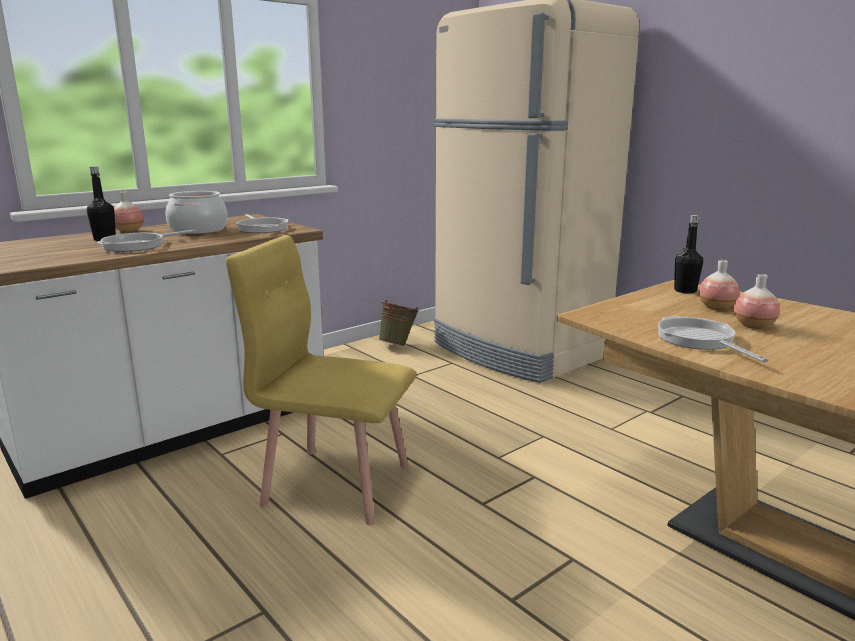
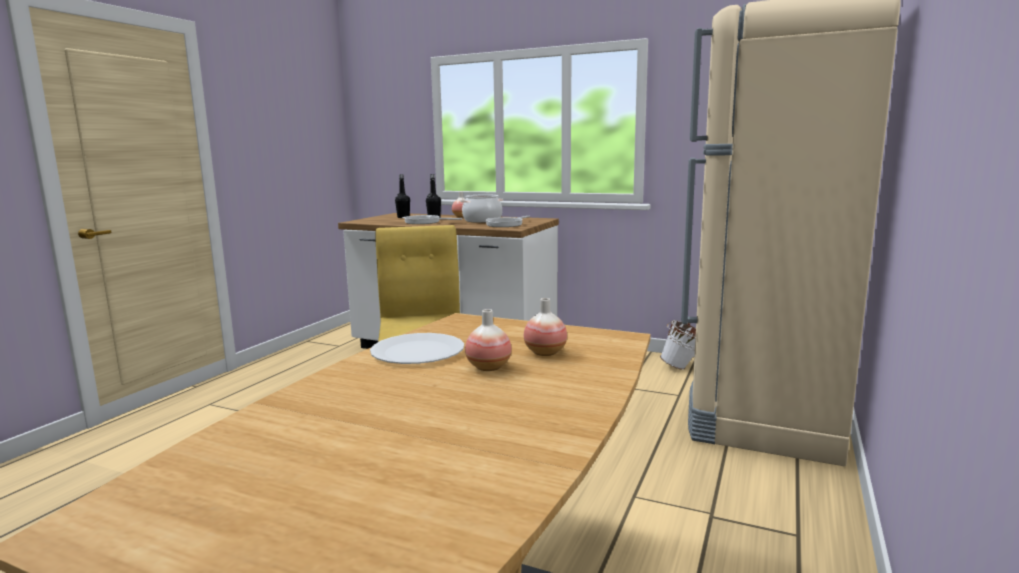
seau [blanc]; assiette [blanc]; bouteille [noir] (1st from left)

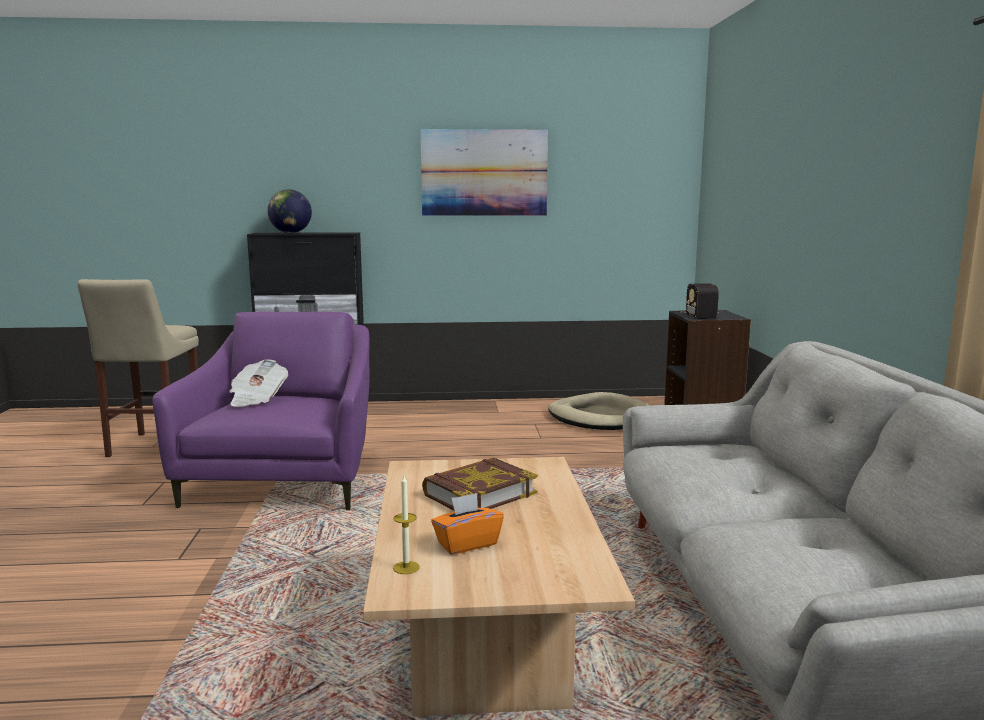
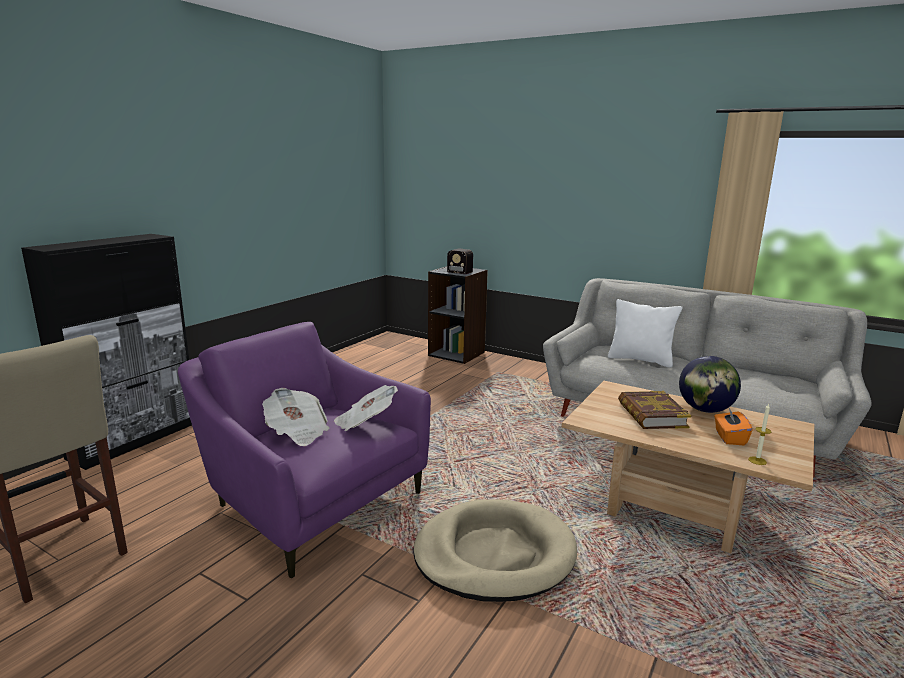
globe; tableau; panier pour chien [beige]; journal (2nd from left); coussin [blanc]

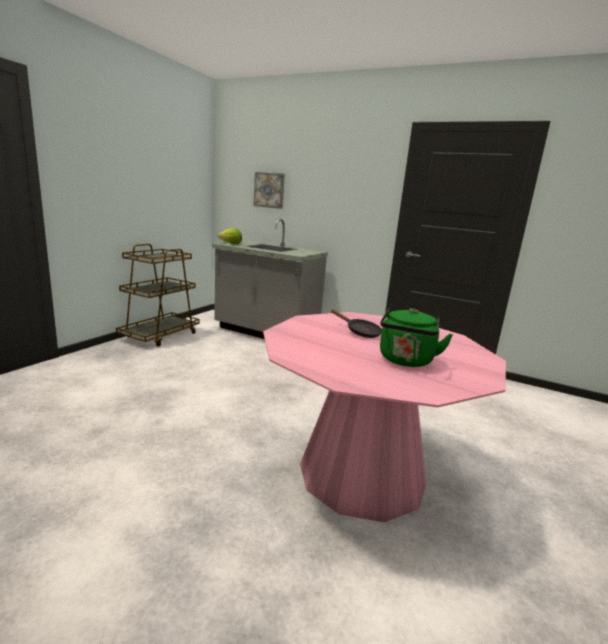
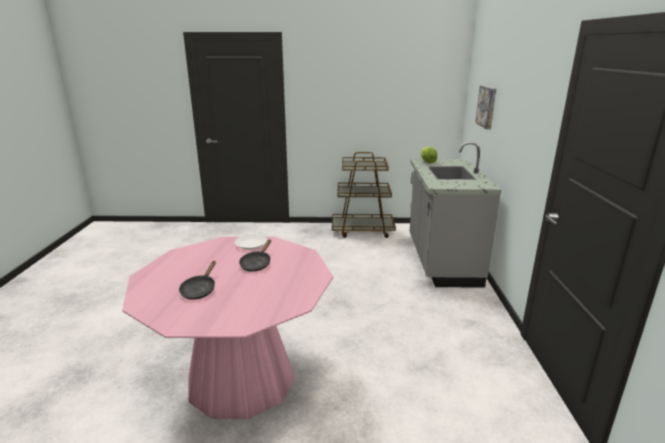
poêle [noir] (1st from left); assiette [blanc]

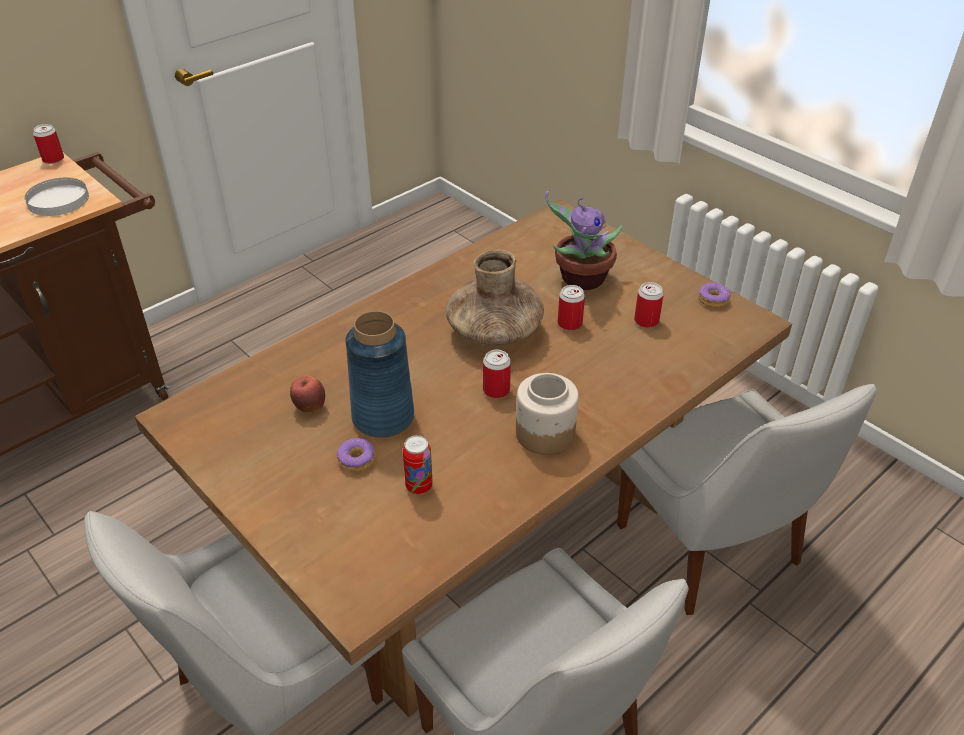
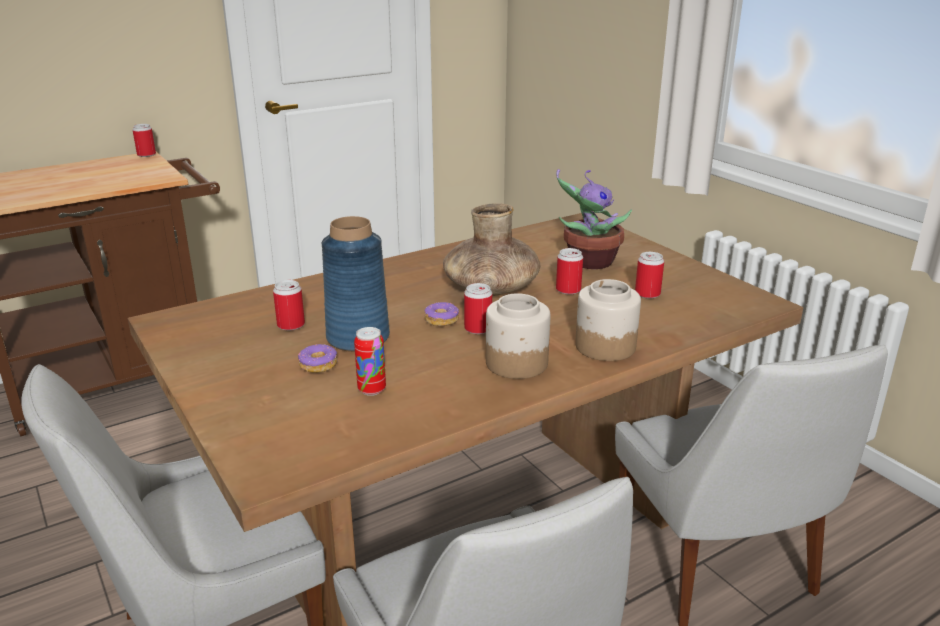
assiette [blanc]; boîte métallique (2nd from left); beignet (2nd from left); bocal (2nd from left)

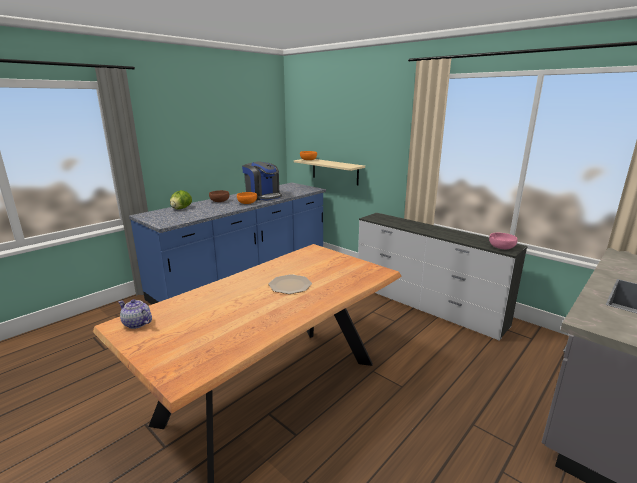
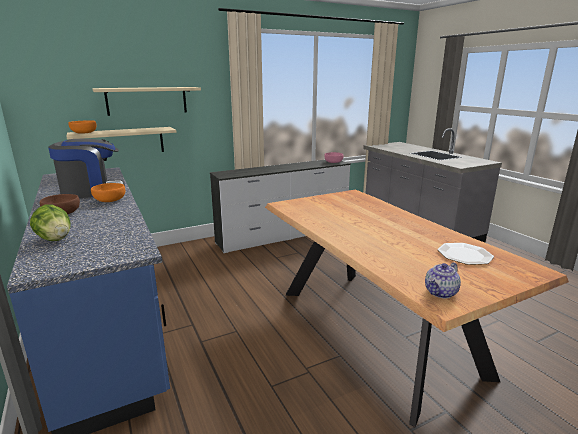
assiette; étagère [beige] (2nd from left)

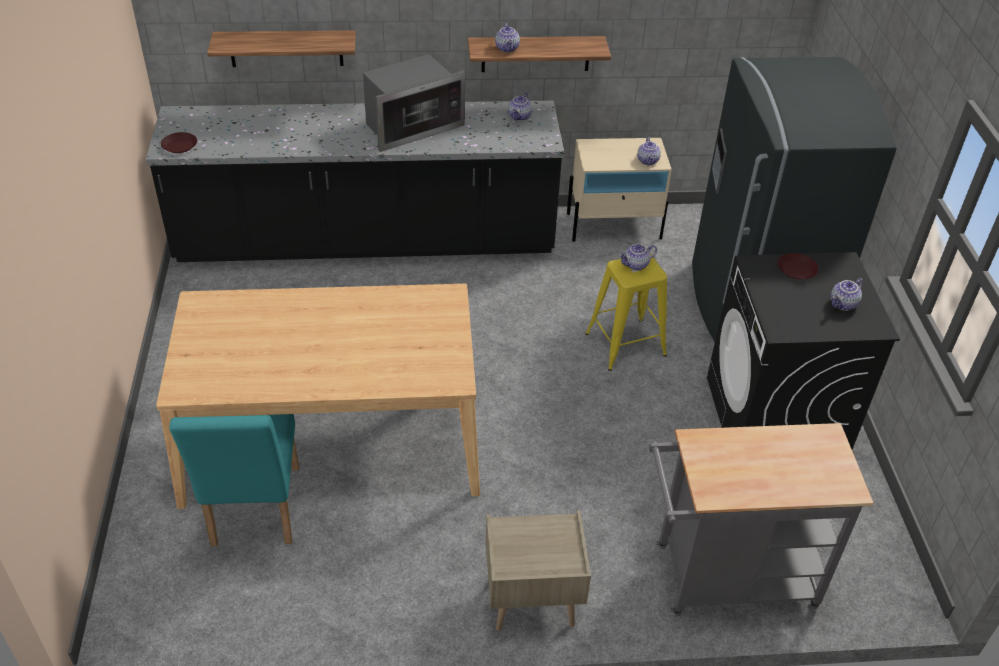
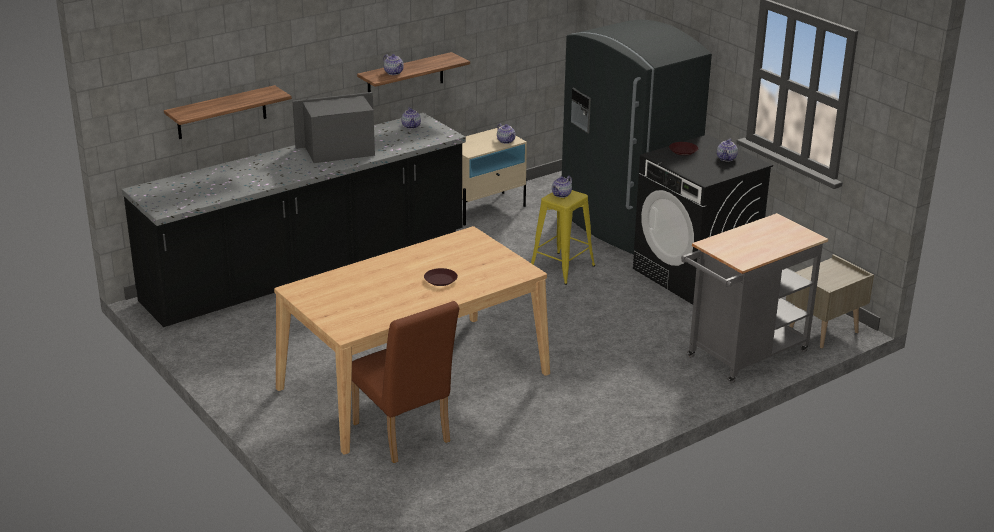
assiette [marron] (1st from left); chaise [marron]; micro-ondes; table de chevet [beige] (2nd from left)

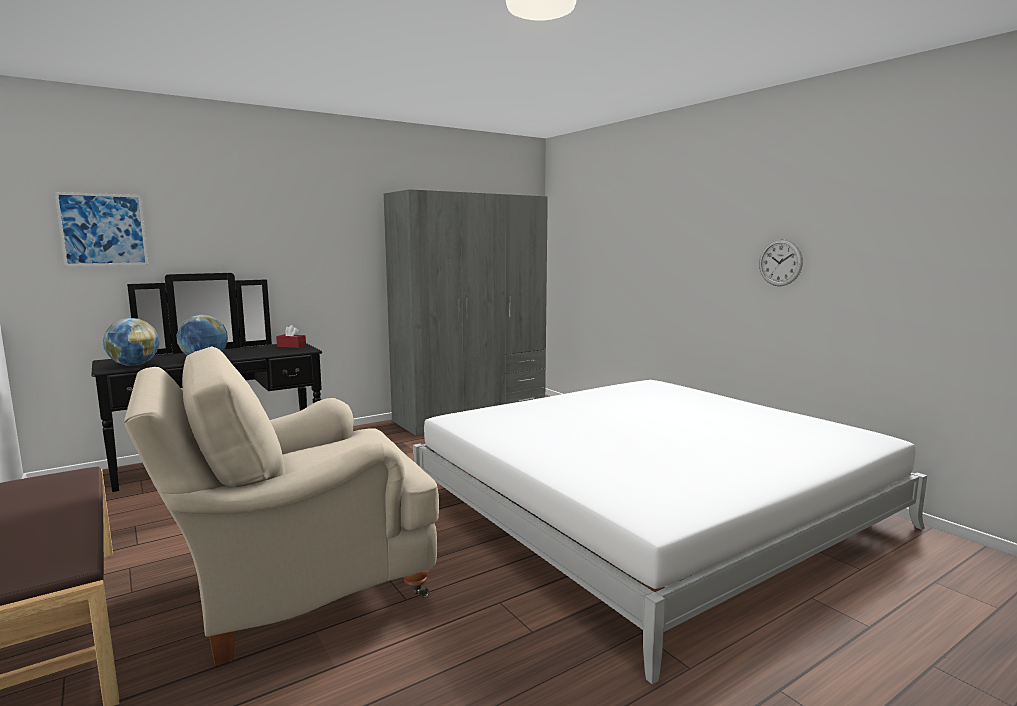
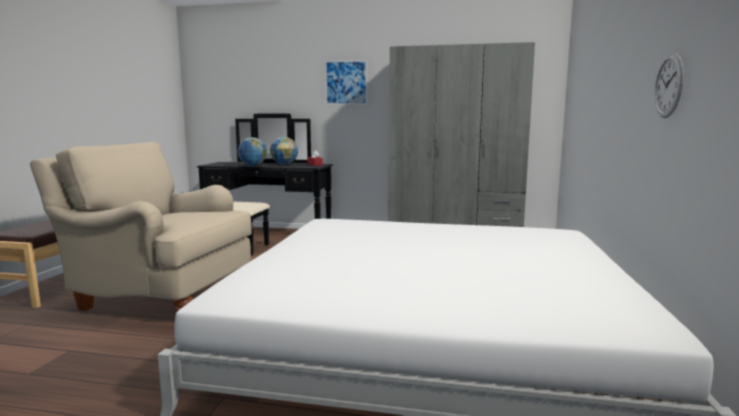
tableau; globe (2nd from left)

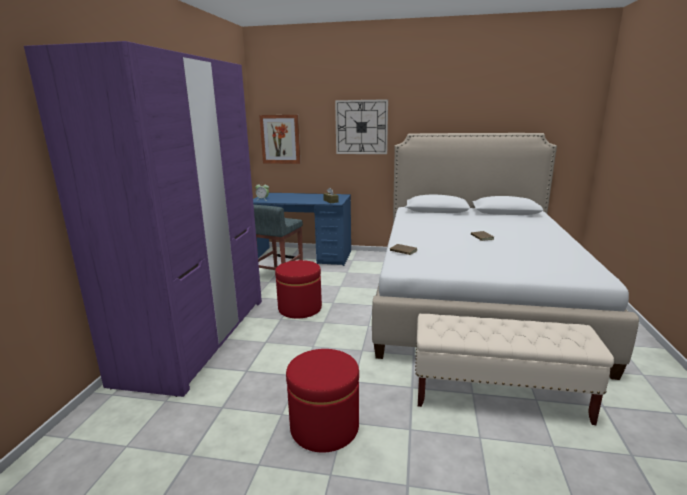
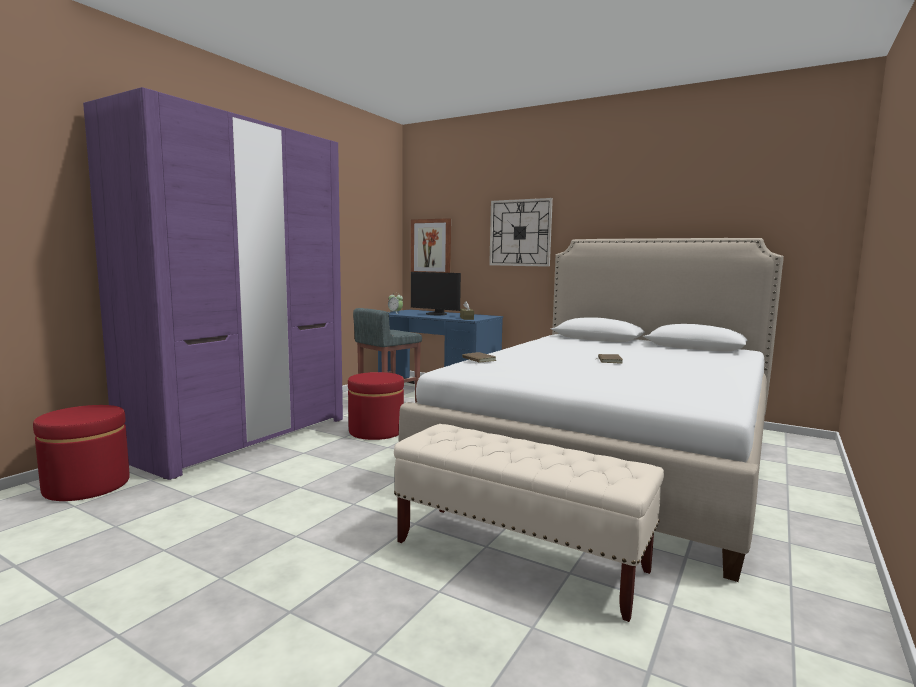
pouf [rouge] (1st from left); écran d'ordinateur

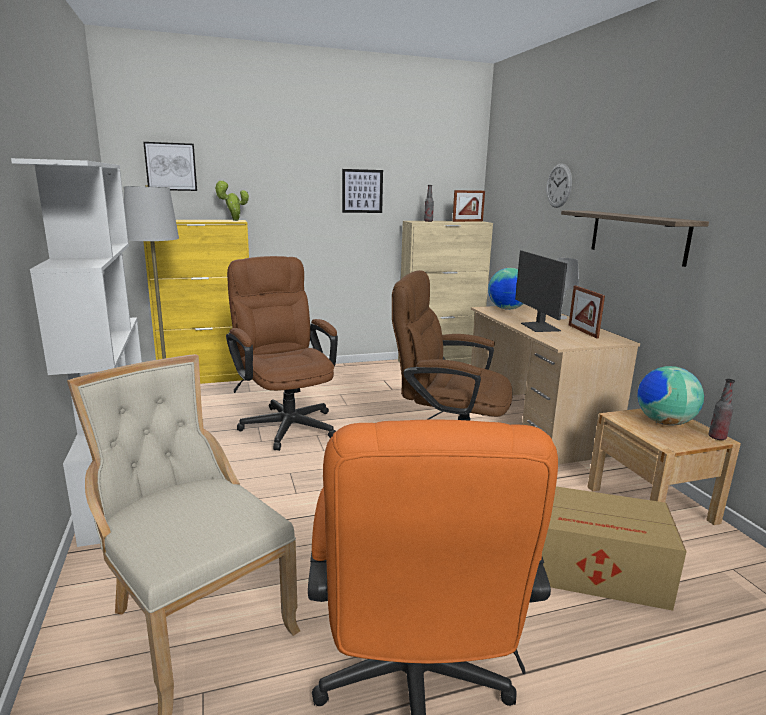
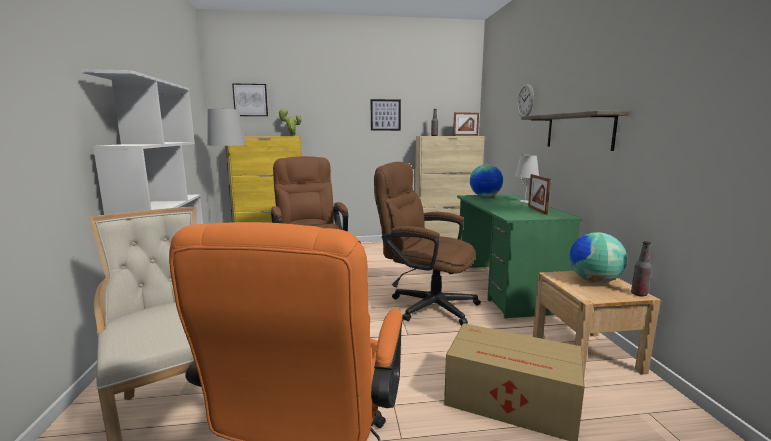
bureau [vert]; écran d'ordinateur

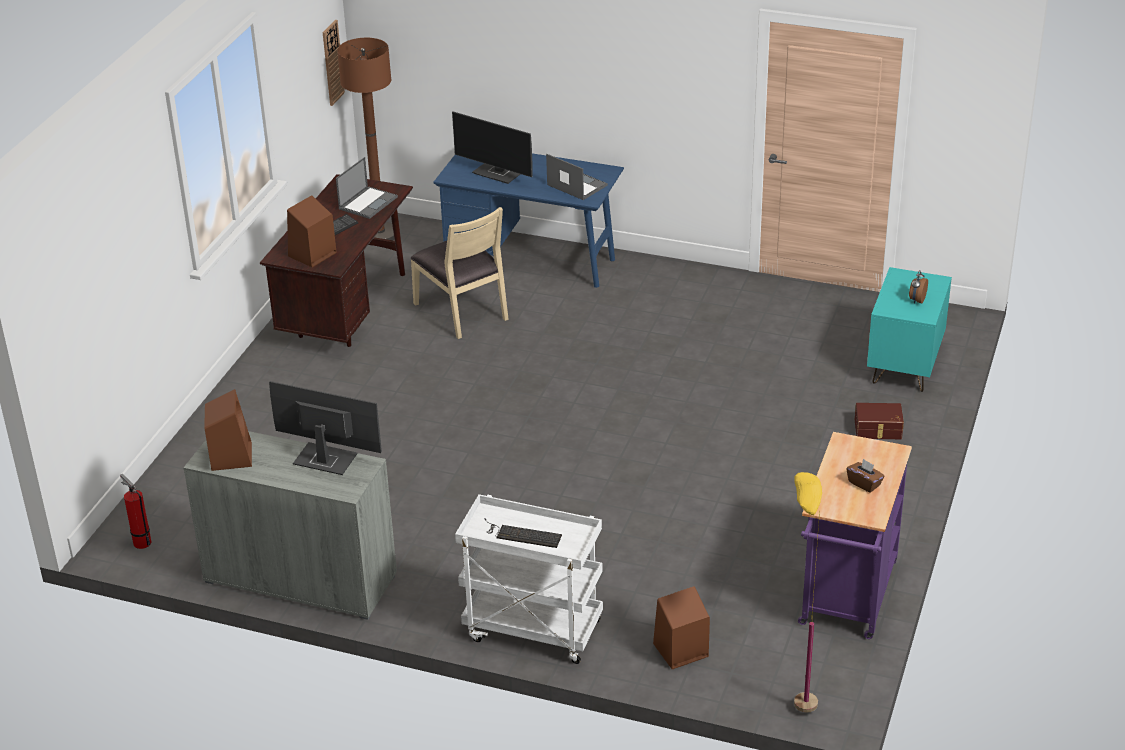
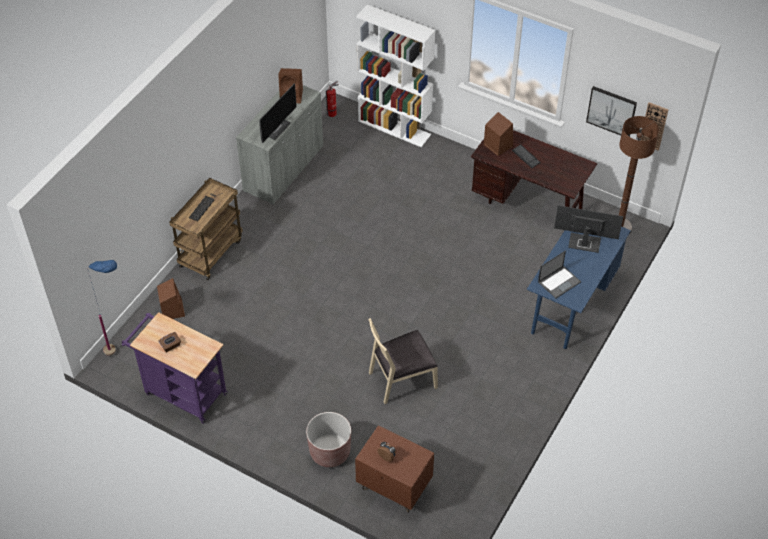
ordinateur portable (1st from left in the first image); chaise [beige]; écran d'ordinateur (2nd from left); chariot [marron]; lampadaire [bleu]; cache-pot [marron]; table de chevet [marron]; bibliothèque [blanc]; tableau

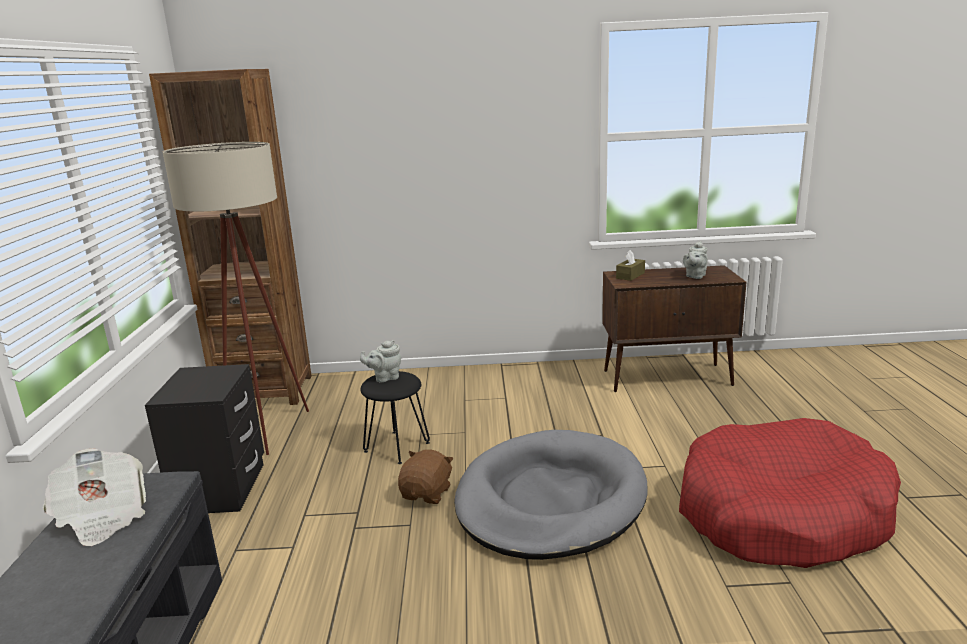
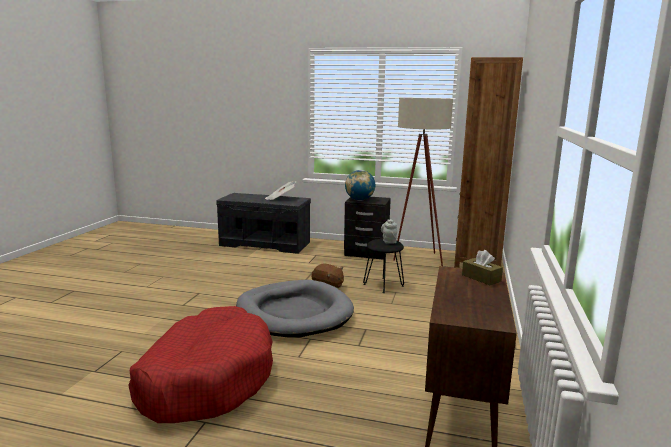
théière [gris] (2nd from left in the first image); globe

